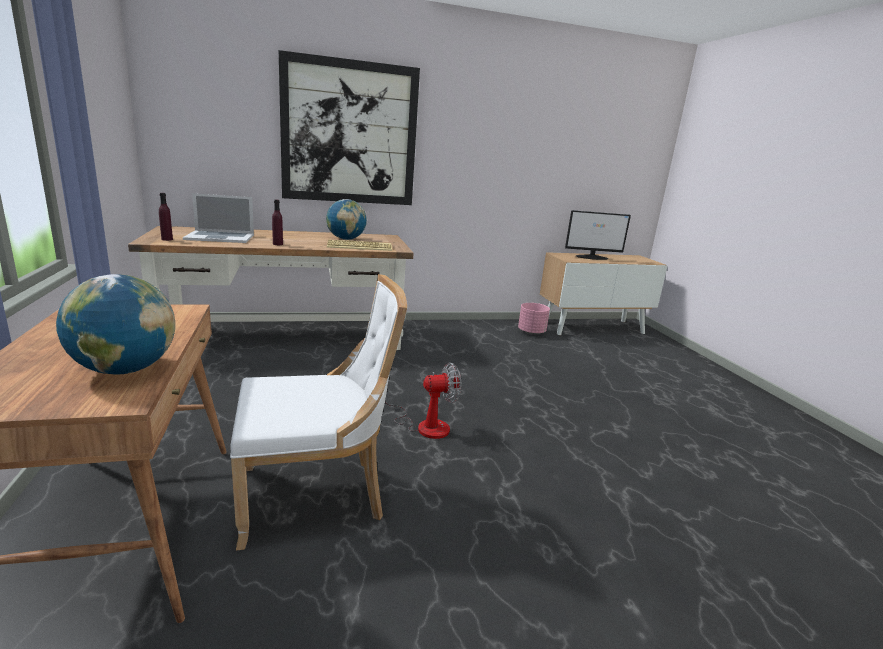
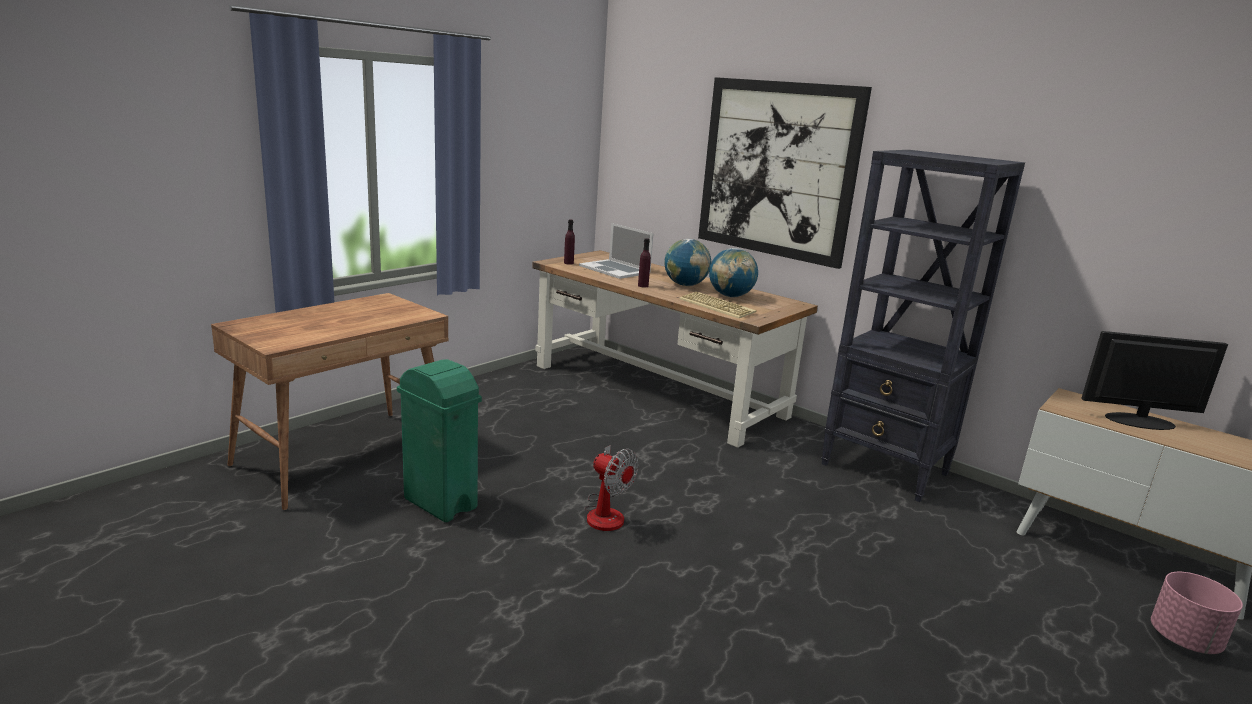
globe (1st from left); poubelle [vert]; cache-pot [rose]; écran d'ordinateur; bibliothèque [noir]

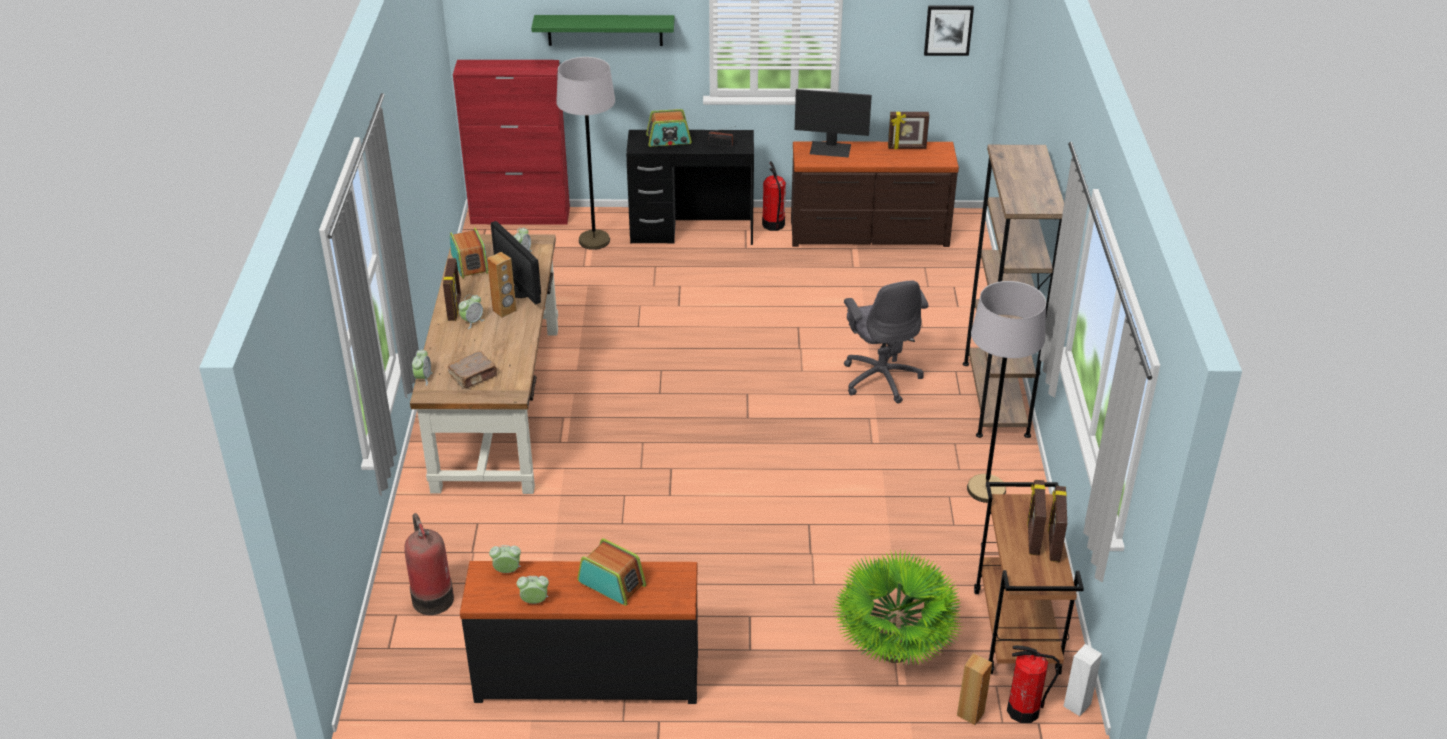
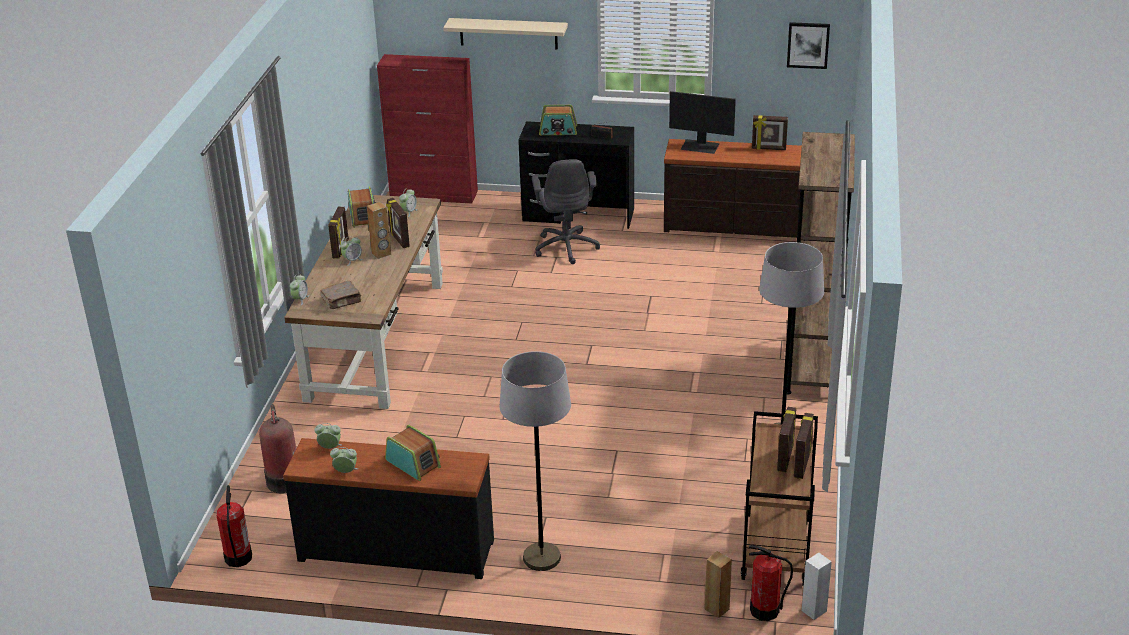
cadre photo (2nd from left); étagère [beige]; lampadaire [gris] (1st from left); extincteur (1st from left); plante en pot; chaise de bureau [gris]

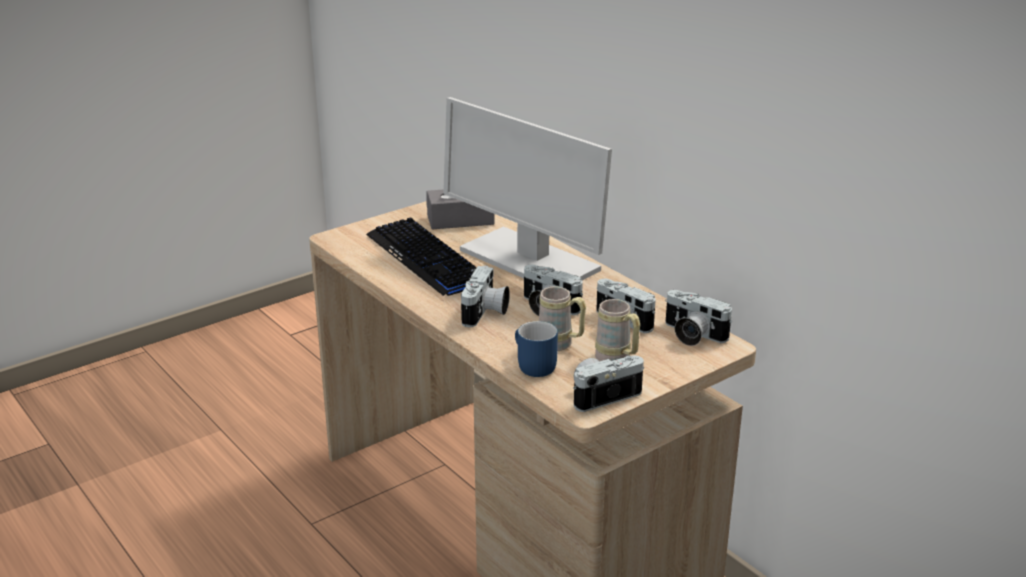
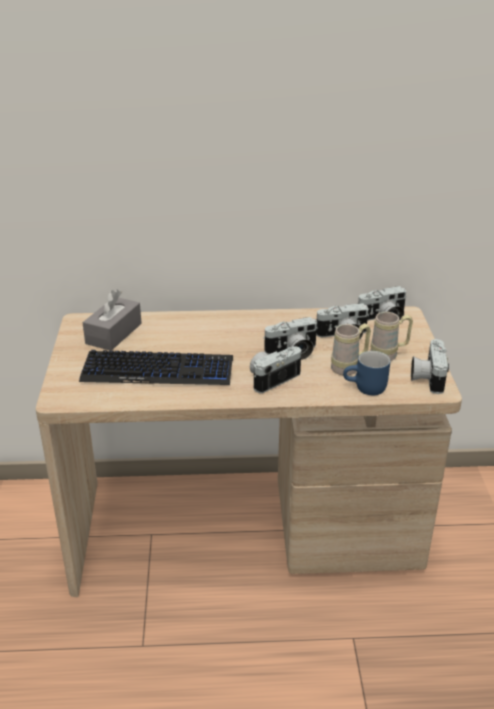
écran d'ordinateur; appareil photo (1st from left)

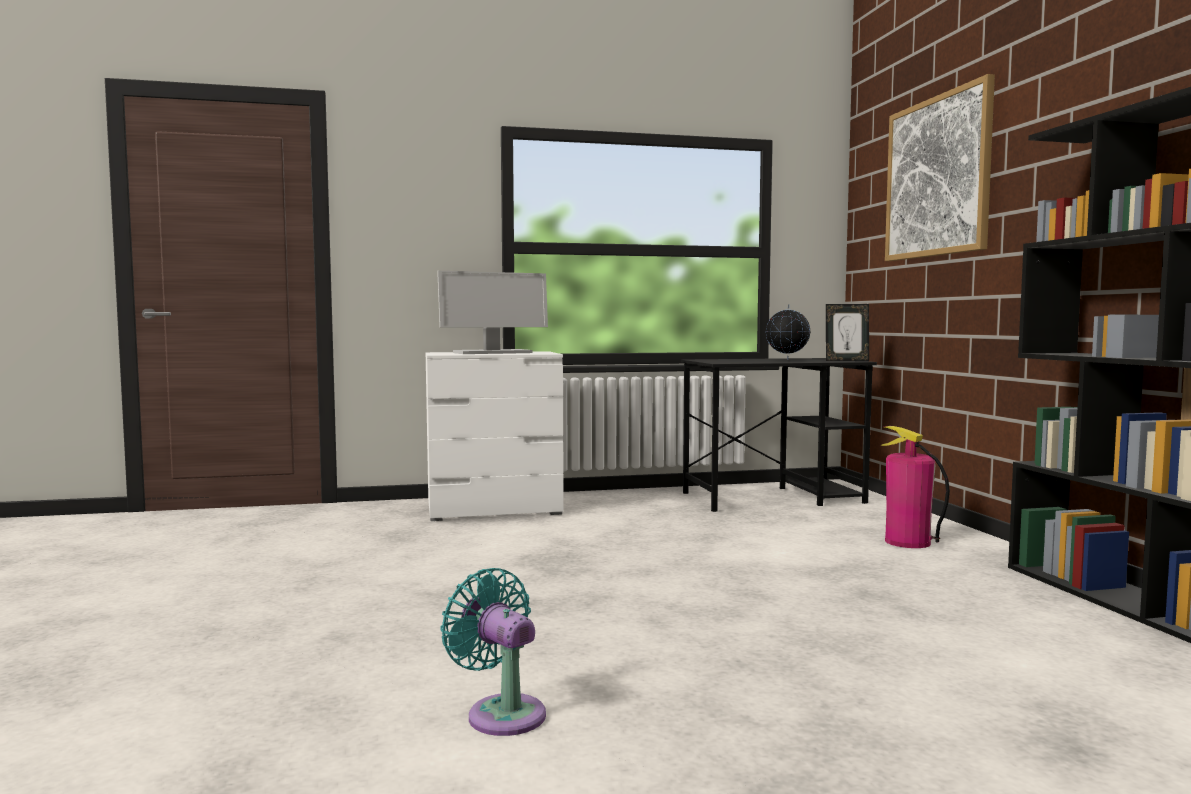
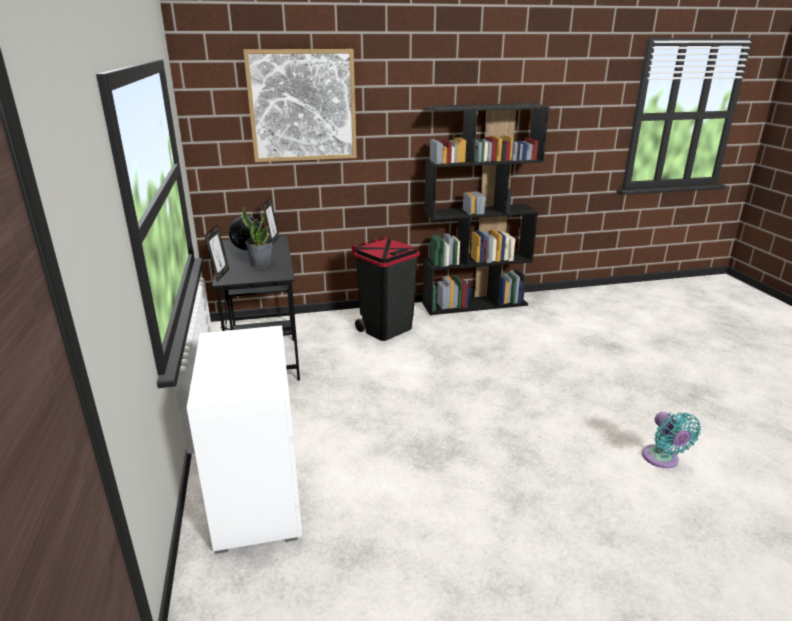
écran d'ordinateur; ventilateur [turquoise]; poubelle [noir]; cadre photo (1st from left); plante en pot

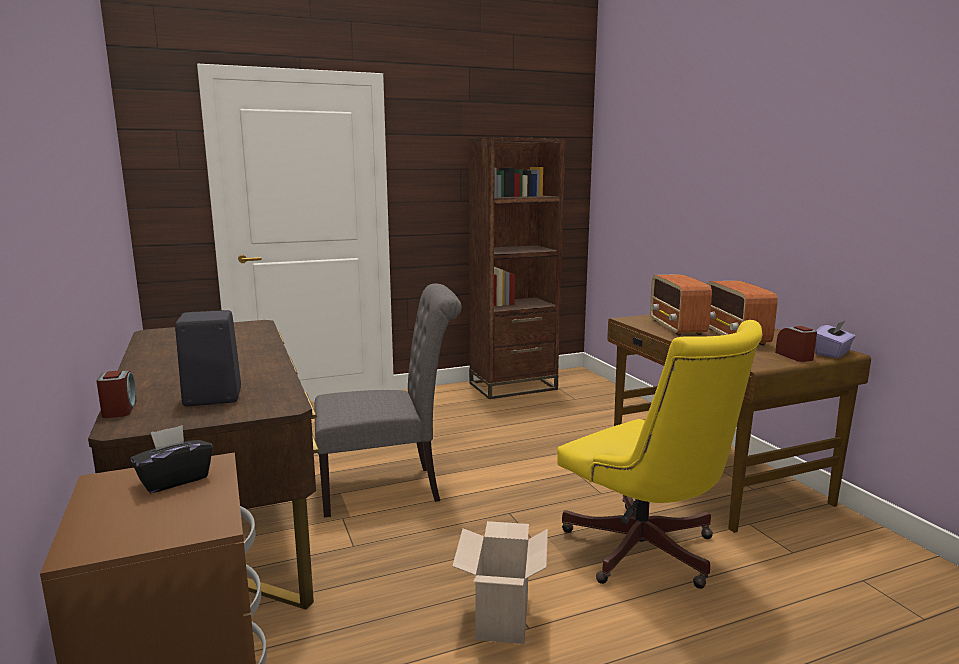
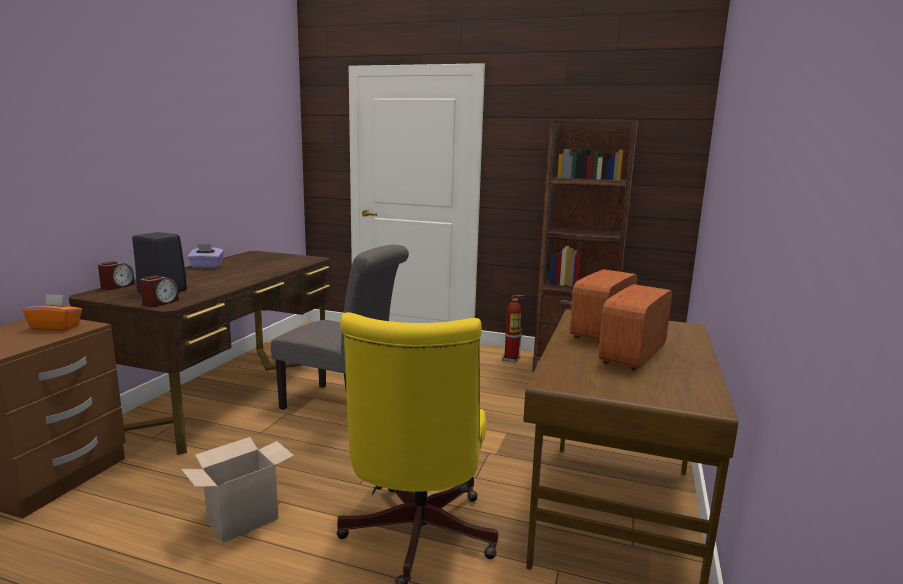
boîte à mouchoirs [orange]; réveil (2nd from left); boîte à mouchoirs [violet]; extincteur

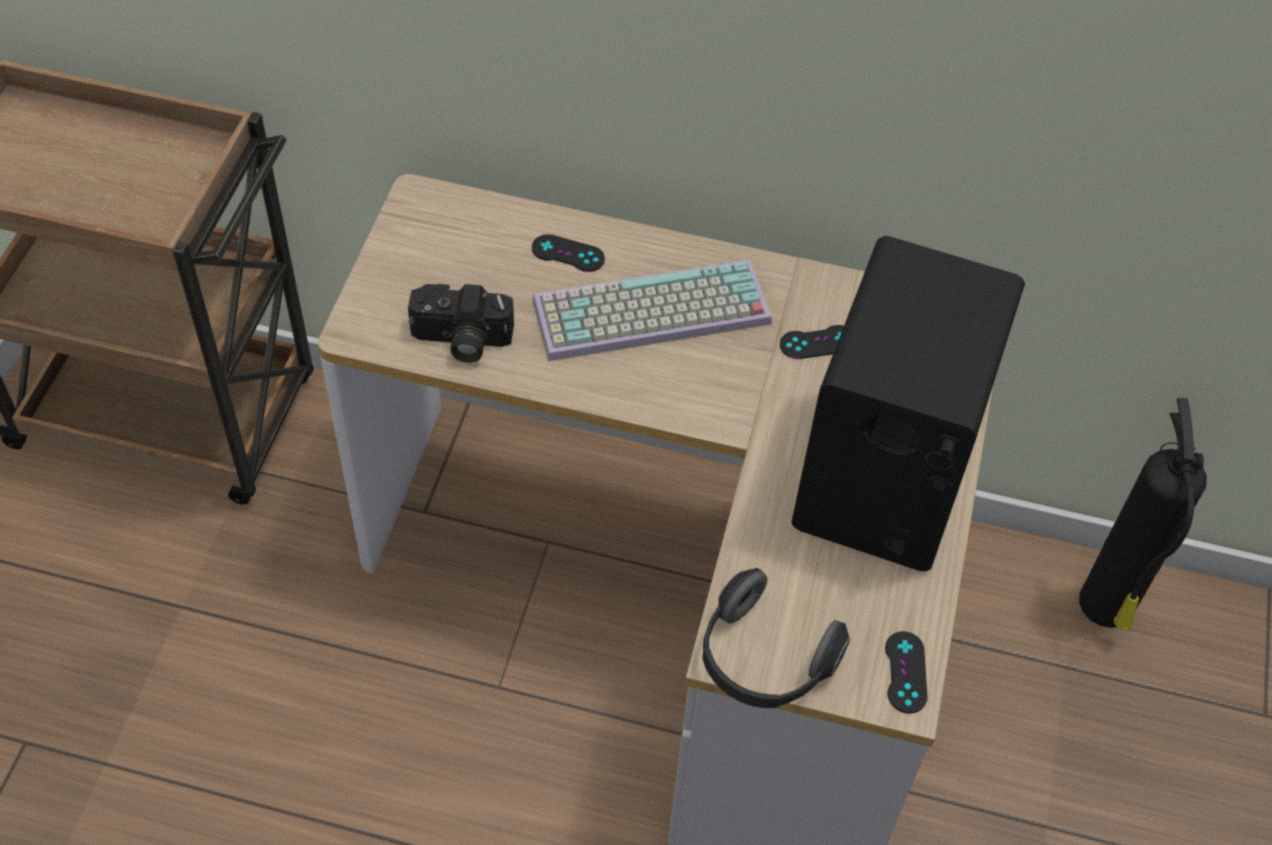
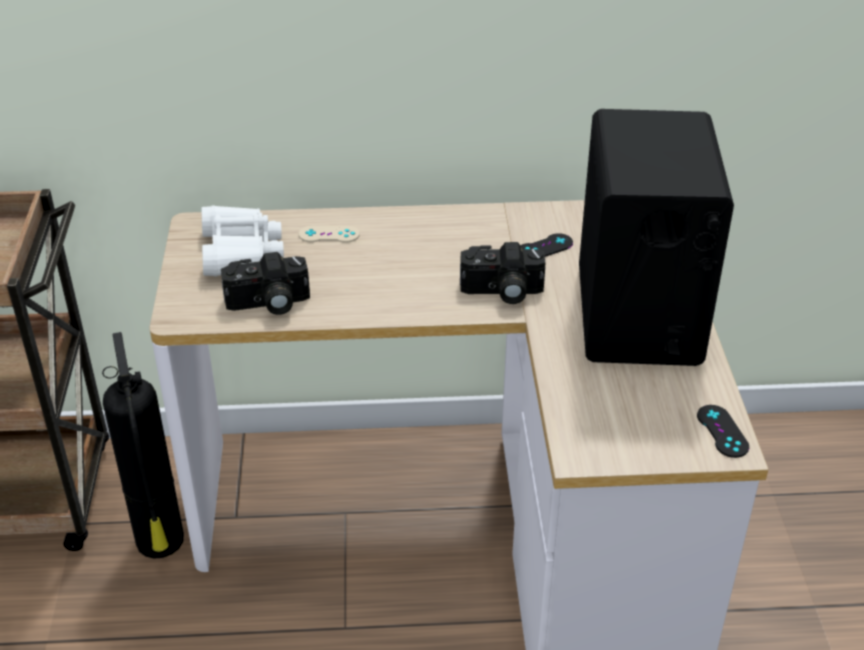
manette [beige]; clavier; casque audio; extincteur; jumelles [blanc]; appareil photo (2nd from left)

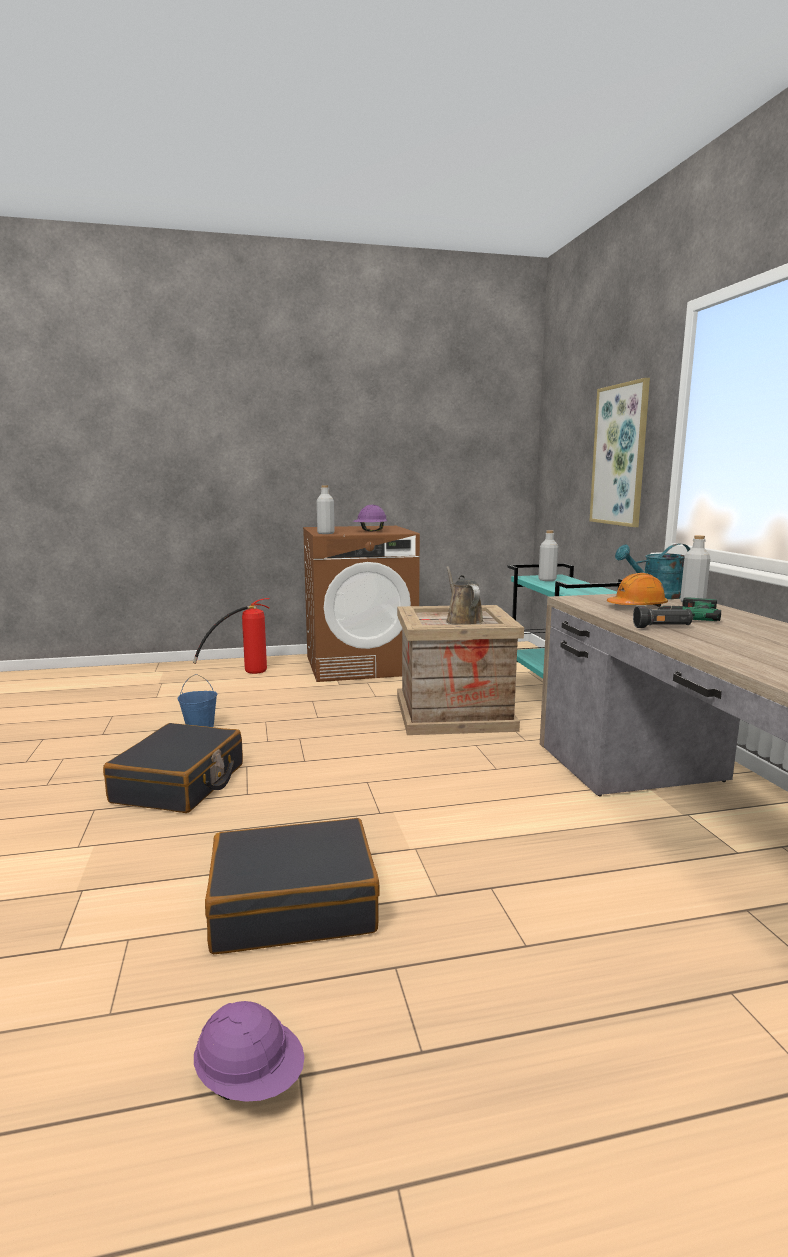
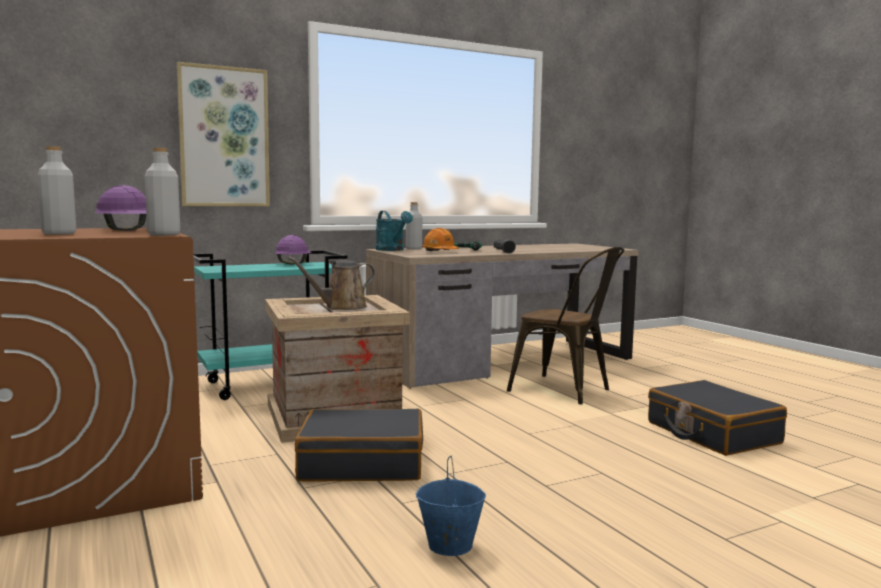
valise [noir] (1st from left); extincteur; casque de chantier [violet] (2nd from left); bouteille [gris] (1st from left); chaise [marron]

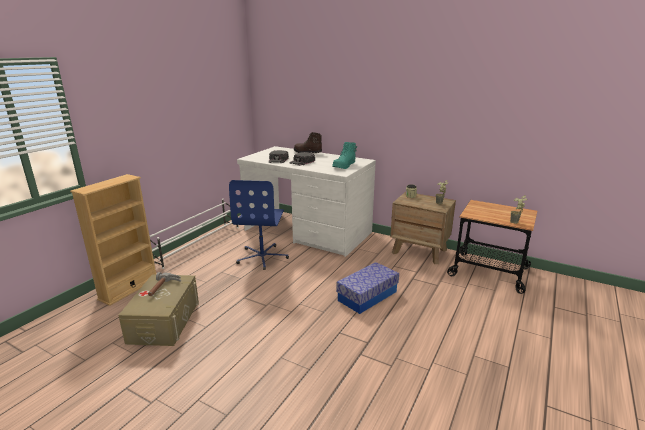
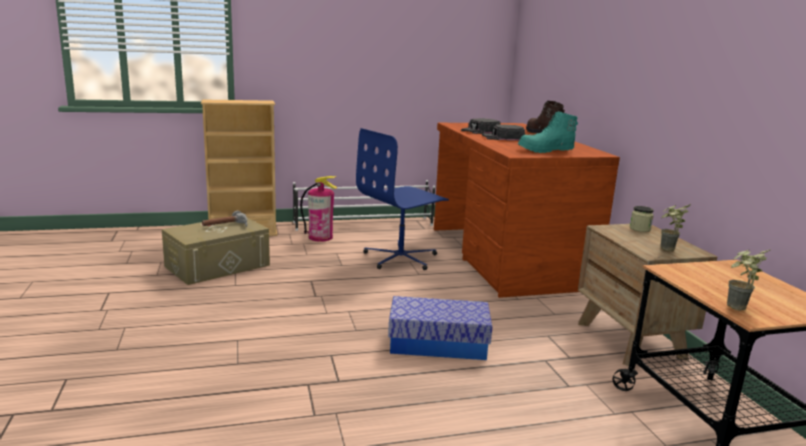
bureau [marron]; extincteur

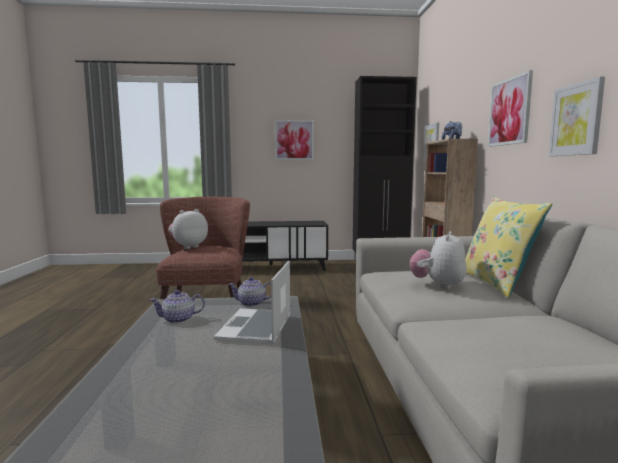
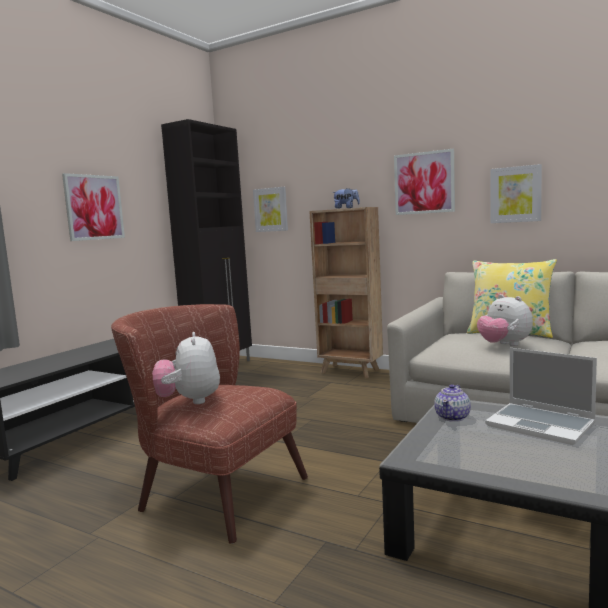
théière (1st from left in the first image)

